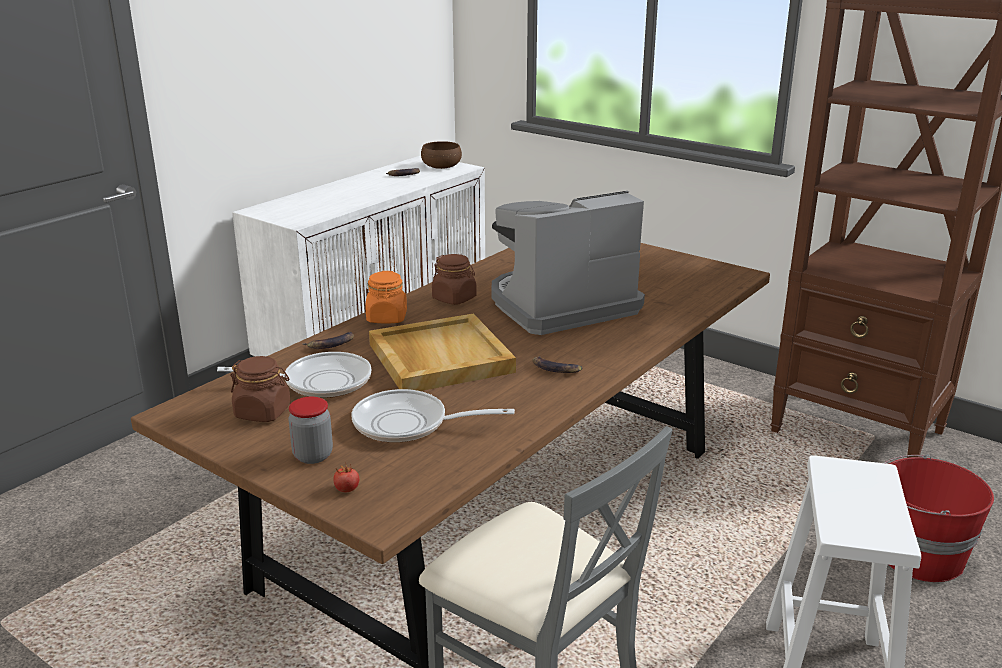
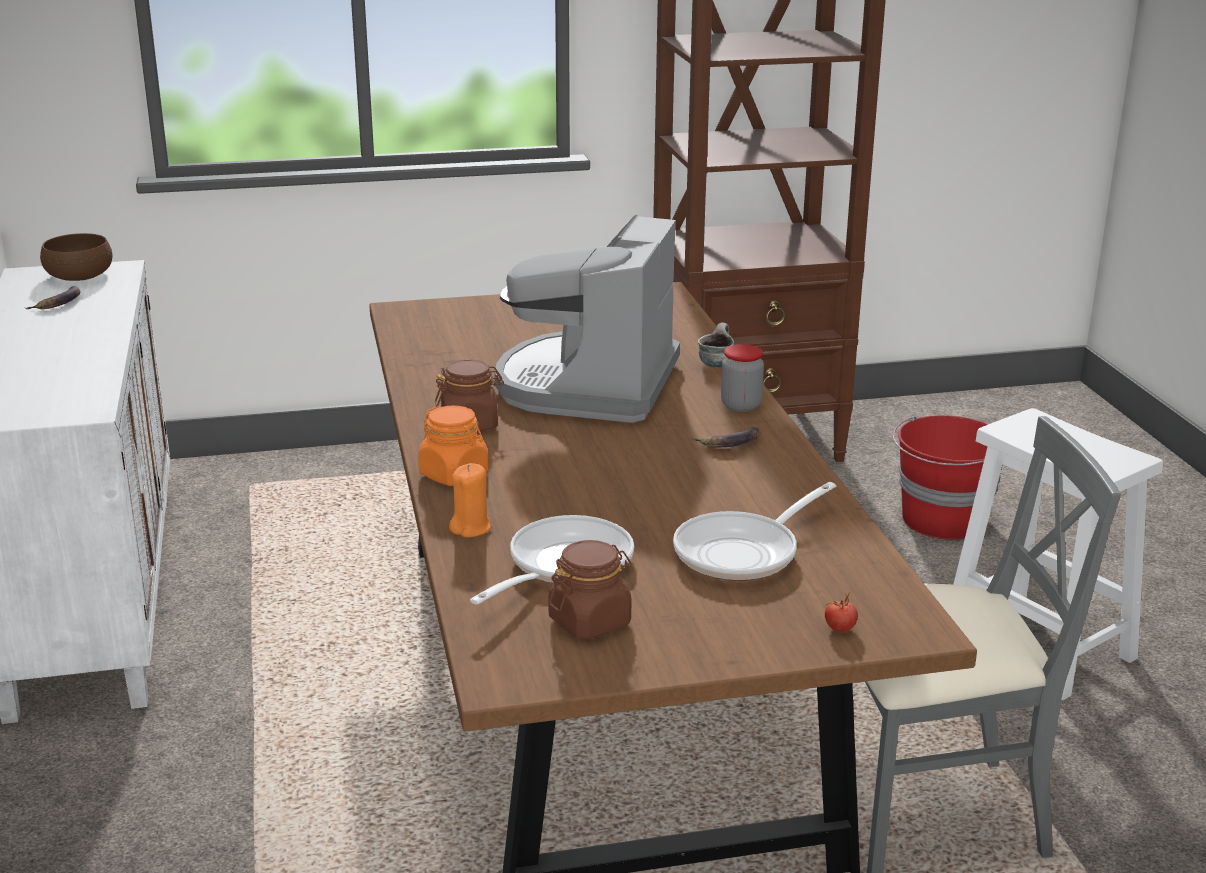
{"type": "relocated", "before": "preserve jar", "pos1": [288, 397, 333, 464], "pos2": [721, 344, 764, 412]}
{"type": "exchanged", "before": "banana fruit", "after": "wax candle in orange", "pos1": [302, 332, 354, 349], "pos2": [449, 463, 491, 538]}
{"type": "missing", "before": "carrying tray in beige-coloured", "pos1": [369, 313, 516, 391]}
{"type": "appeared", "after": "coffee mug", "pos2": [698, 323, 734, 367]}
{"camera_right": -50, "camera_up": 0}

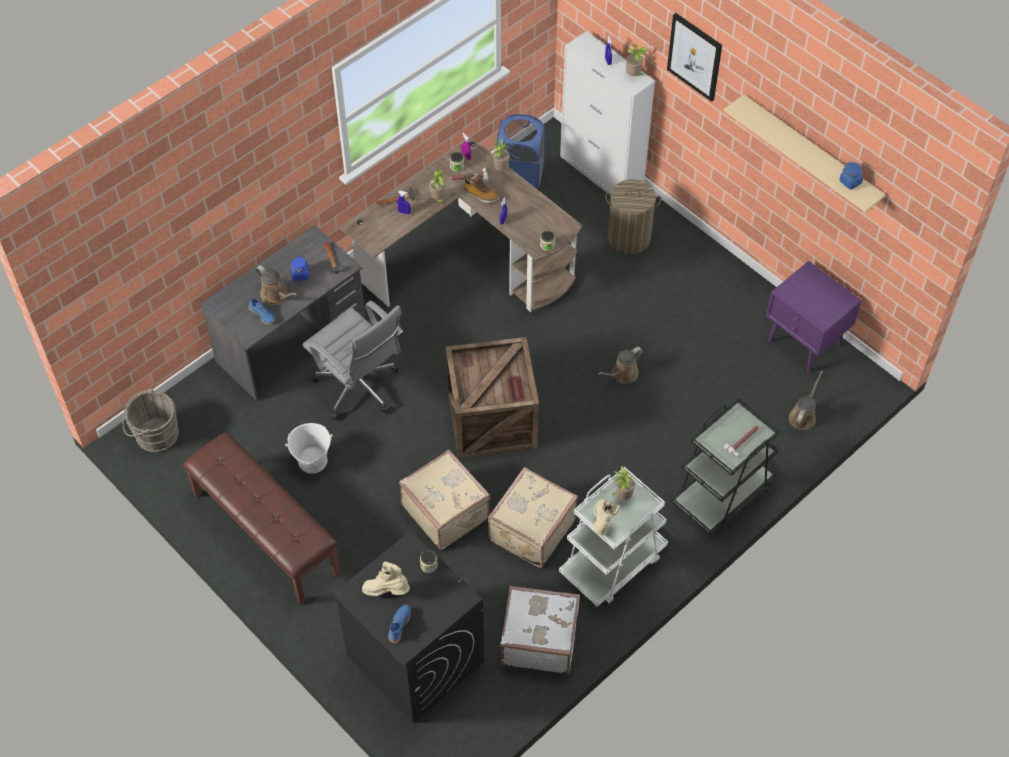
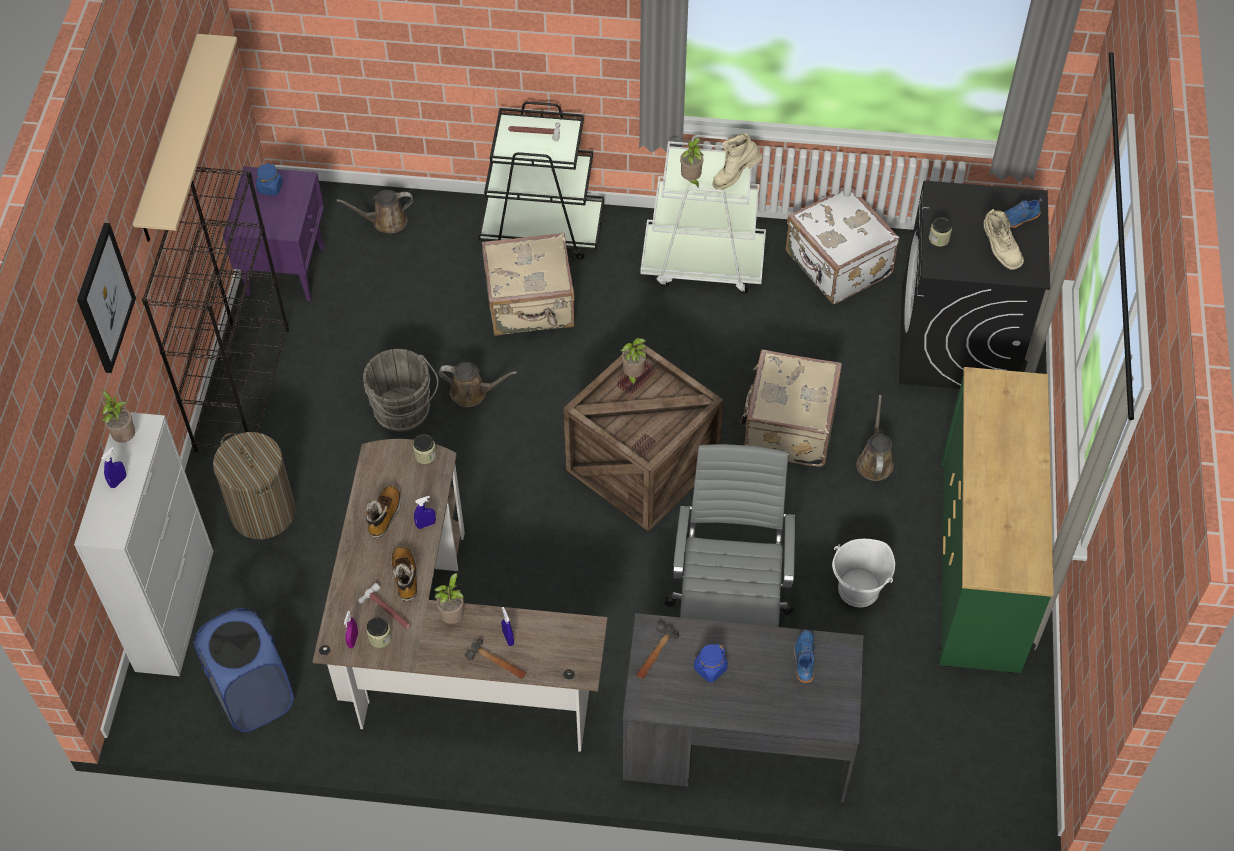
{"type": "relocated", "before": "bucket in grey", "pos1": [123, 389, 179, 453], "pos2": [363, 349, 439, 432]}
{"type": "exchanged", "before": "bench in brownish", "after": "dresser in greenish", "pos1": [183, 433, 341, 605], "pos2": [939, 367, 1054, 673]}
{"type": "relocated", "before": "watering can in brownish", "pos1": [256, 265, 297, 305], "pos2": [856, 395, 894, 481]}
{"type": "relocated", "before": "travel case in beige-coloured", "pos1": [488, 467, 578, 568], "pos2": [482, 232, 575, 336]}
{"type": "relocated", "before": "potted plant", "pos1": [493, 138, 510, 171], "pos2": [621, 338, 647, 387]}
{"type": "relocated", "before": "preserve jar in blue", "pos1": [839, 162, 863, 189], "pos2": [256, 163, 283, 196]}
{"type": "appeared", "after": "shelving unit in black", "pos2": [142, 167, 289, 452]}
{"type": "appeared", "after": "high-top boot", "pos2": [366, 486, 401, 539]}
{"camera_right": -130, "camera_up": 0}

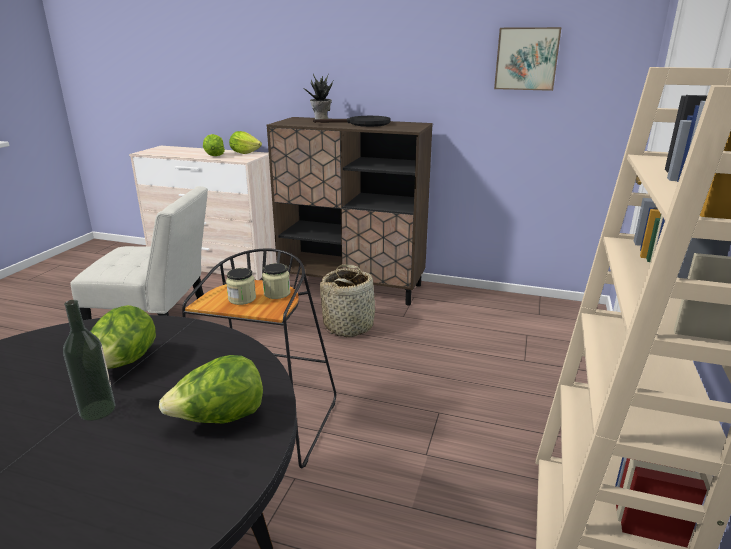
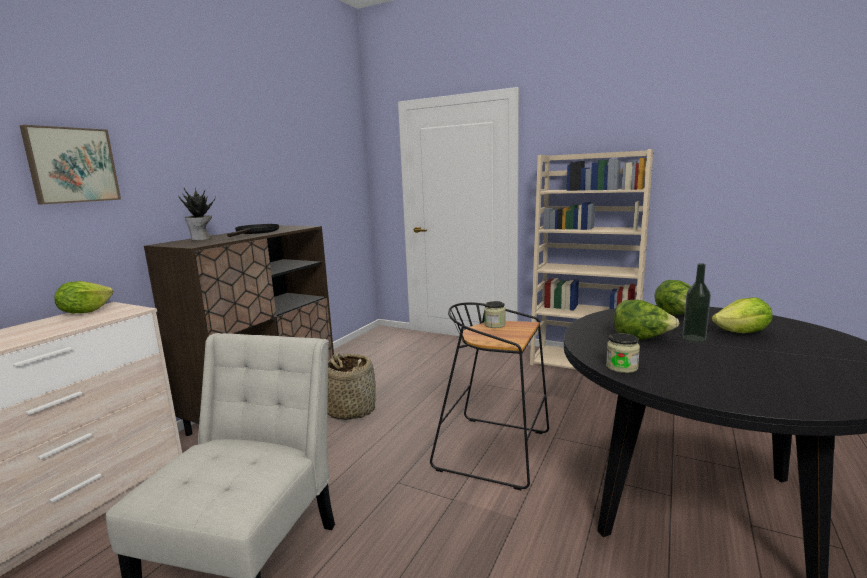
{"type": "relocated", "before": "head of lettuce", "pos1": [203, 134, 225, 156], "pos2": [712, 297, 772, 333]}
{"type": "relocated", "before": "preserve jar", "pos1": [226, 268, 256, 305], "pos2": [606, 333, 640, 373]}
{"type": "relocated", "before": "picture", "pos1": [494, 27, 562, 91], "pos2": [19, 125, 121, 204]}
{"camera_right": -80, "camera_up": -10}

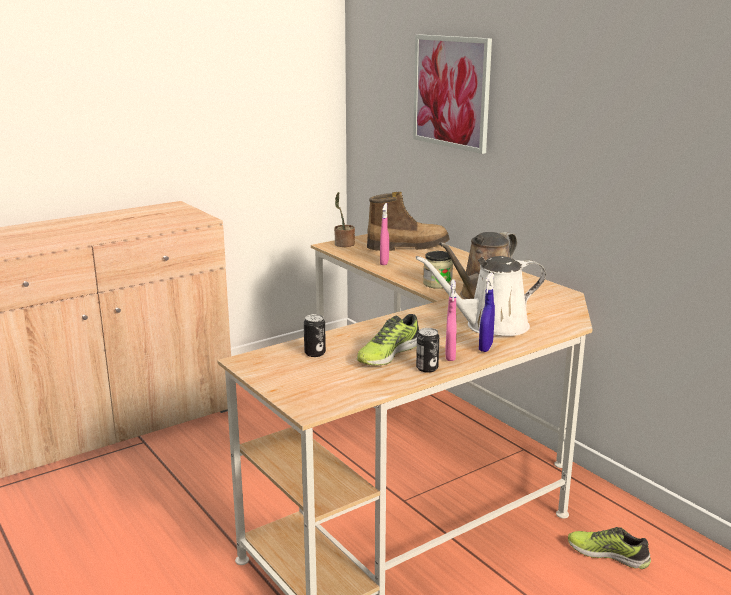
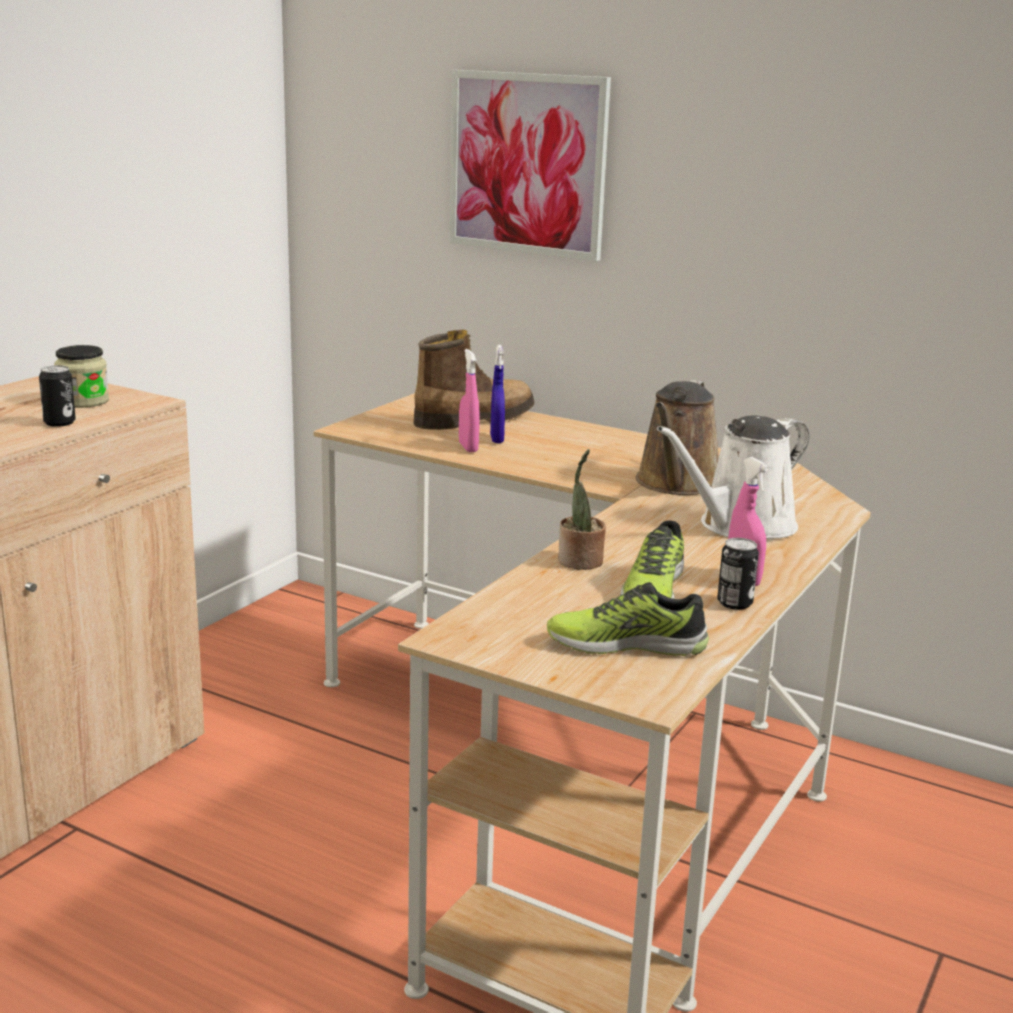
{"type": "relocated", "before": "metal can", "pos1": [304, 314, 326, 357], "pos2": [39, 365, 76, 427]}
{"type": "relocated", "before": "potted plant", "pos1": [334, 192, 355, 247], "pos2": [558, 449, 606, 570]}
{"type": "relocated", "before": "preserve jar", "pos1": [423, 251, 453, 289], "pos2": [54, 345, 109, 408]}
{"type": "relocated", "before": "hand sprayer in blue", "pos1": [479, 273, 495, 352], "pos2": [490, 345, 505, 443]}
{"type": "relocated", "before": "item of footwear", "pos1": [568, 527, 651, 569], "pos2": [547, 582, 709, 656]}
{"camera_right": -25, "camera_up": 0}

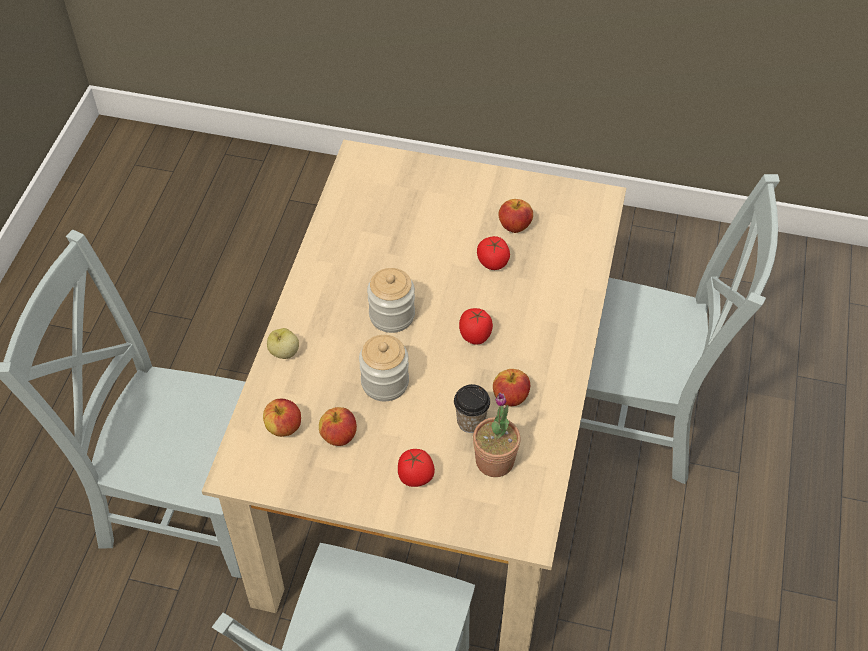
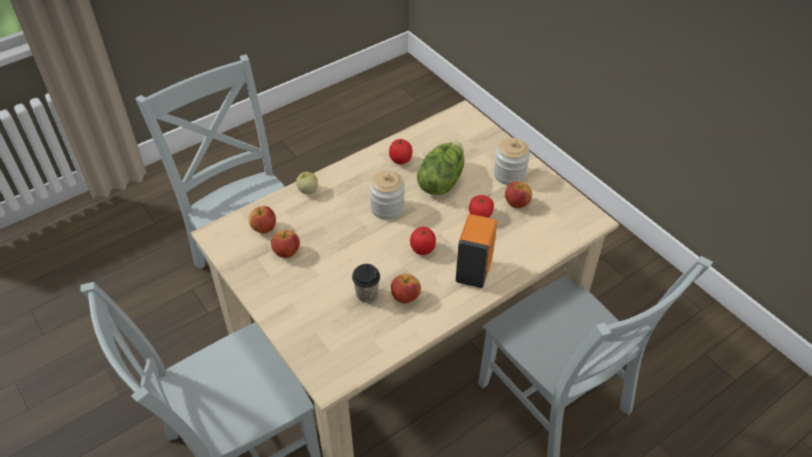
{"type": "relocated", "before": "preserve jar", "pos1": [359, 335, 409, 401], "pos2": [494, 138, 530, 185]}
{"type": "relocated", "before": "whole tomato", "pos1": [398, 449, 435, 487], "pos2": [389, 139, 412, 164]}
{"type": "missing", "before": "potted plant", "pos1": [473, 393, 521, 477]}
{"type": "appeared", "after": "head of lettuce", "pos2": [417, 141, 464, 195]}
{"type": "appeared", "after": "soap dispenser in orange", "pos2": [456, 214, 497, 288]}
{"camera_right": 40, "camera_up": -5}

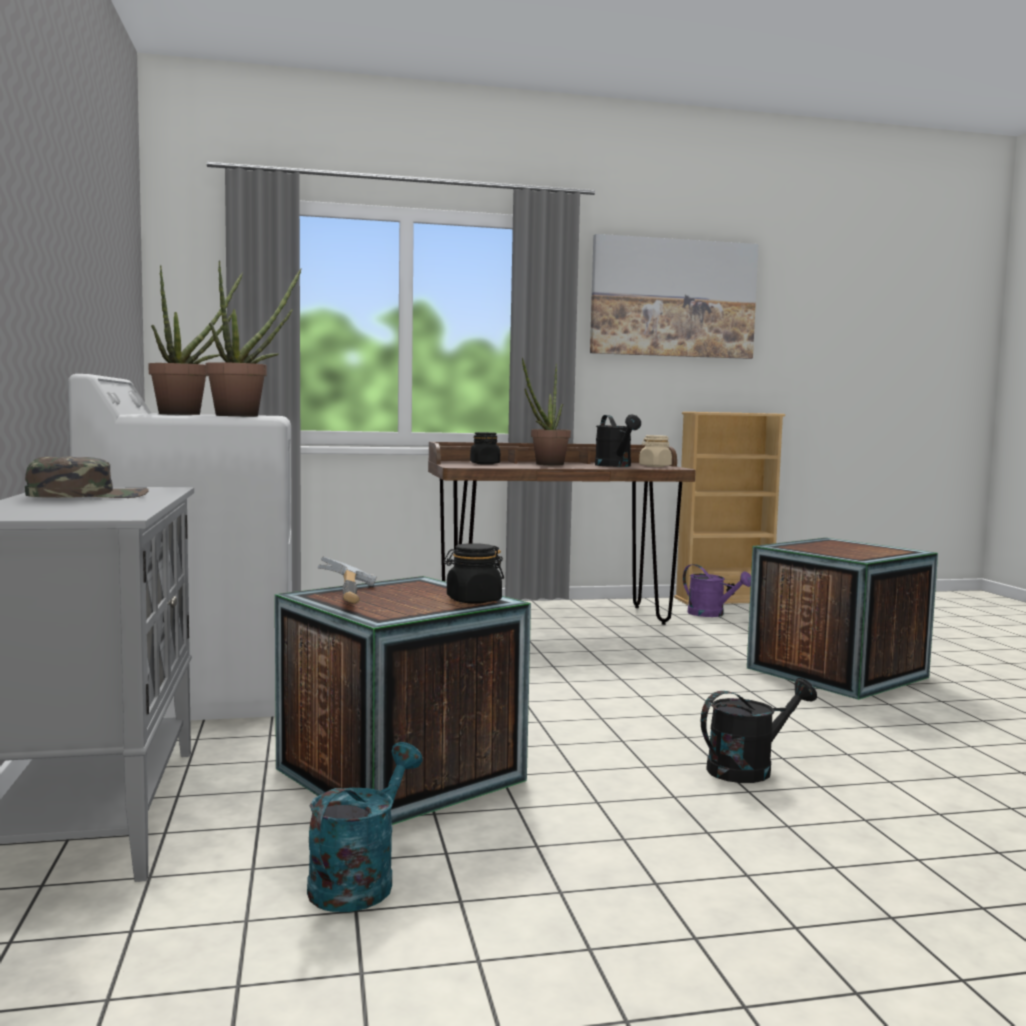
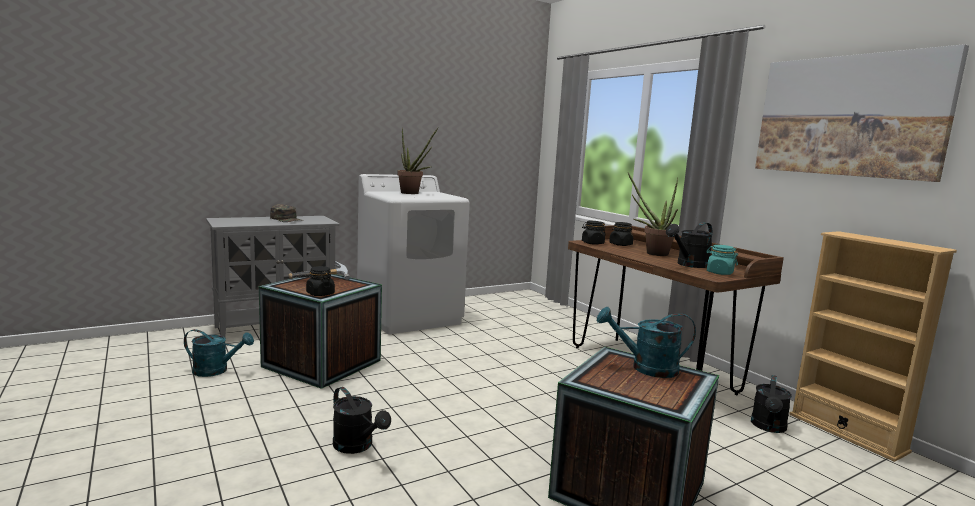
{"type": "missing", "before": "potted plant", "pos1": [206, 260, 301, 417]}
{"type": "colour", "before": "preserve jar in beige-coloured", "after": "preserve jar in blue-green", "pos1": [639, 435, 672, 467], "pos2": [706, 245, 738, 275]}
{"type": "colour", "before": "watering can in purple-coloured", "after": "watering can in black", "pos1": [683, 564, 751, 617], "pos2": [751, 375, 792, 433]}
{"type": "appeared", "after": "preserve jar in black", "pos2": [582, 221, 606, 245]}
{"type": "appeared", "after": "watering can in blue-green", "pos2": [597, 307, 696, 378]}
{"camera_right": 70, "camera_up": 5}

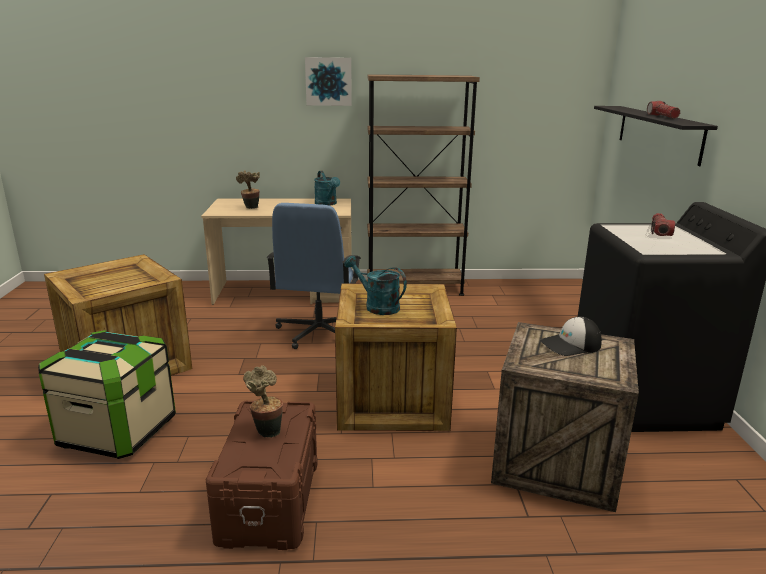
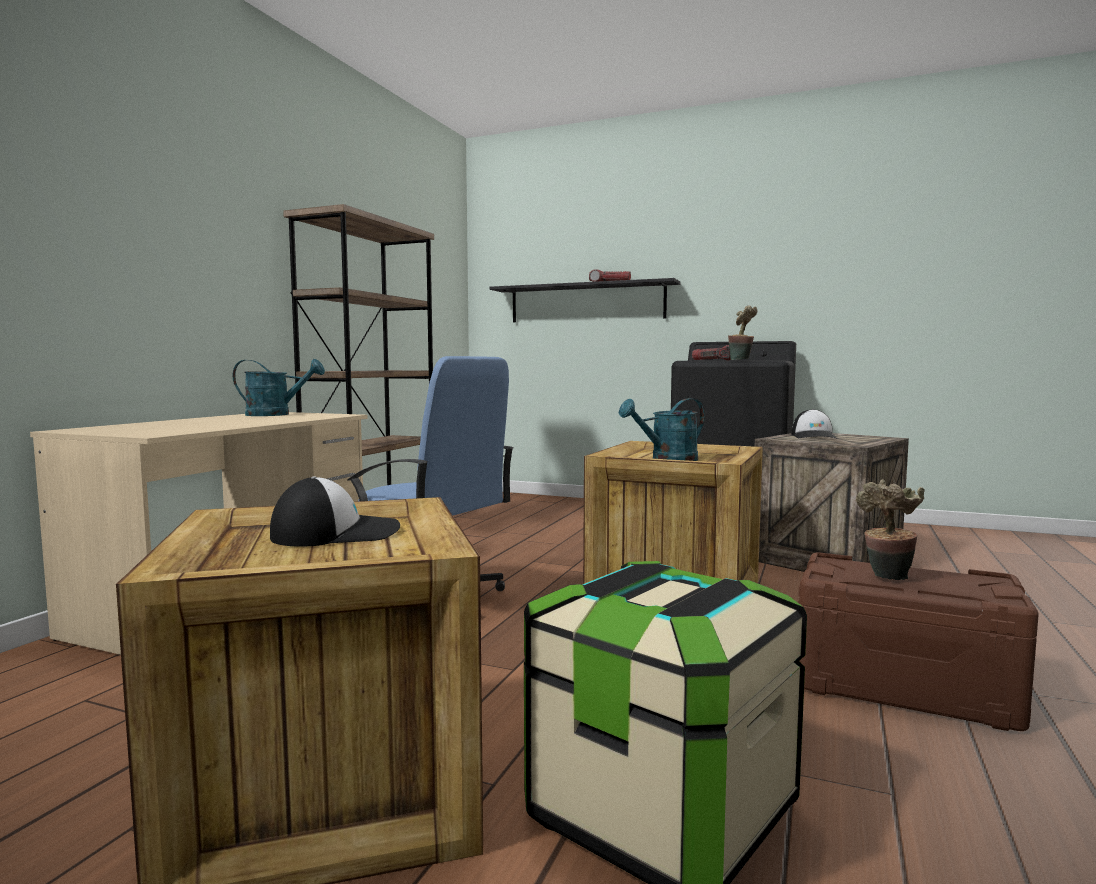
{"type": "relocated", "before": "potted plant", "pos1": [236, 170, 260, 209], "pos2": [728, 305, 757, 360]}
{"type": "missing", "before": "picture", "pos1": [305, 57, 352, 106]}
{"type": "appeared", "after": "peaked cap", "pos2": [270, 476, 400, 546]}
{"camera_right": -65, "camera_up": -15}

